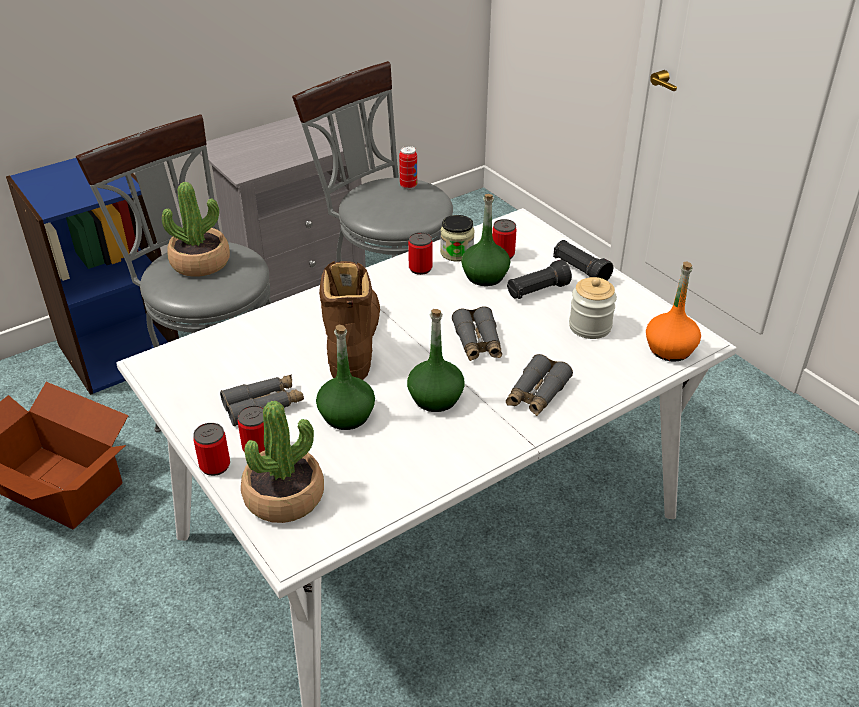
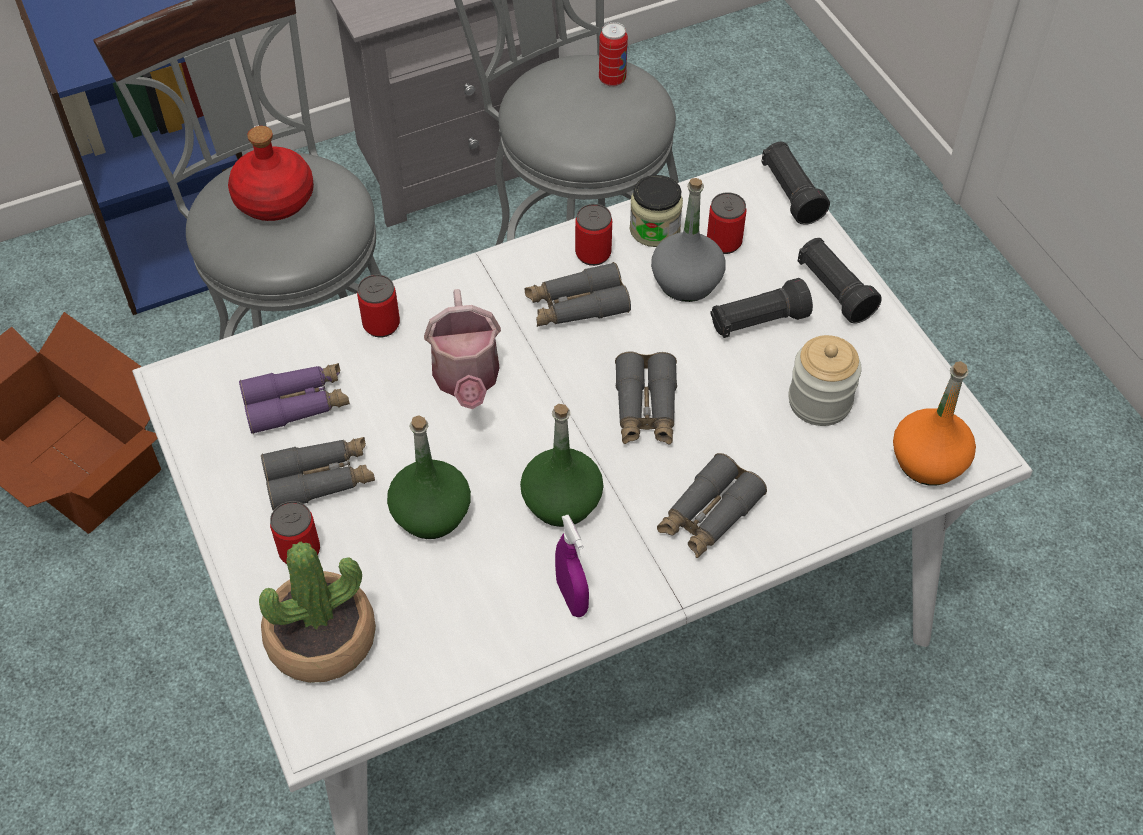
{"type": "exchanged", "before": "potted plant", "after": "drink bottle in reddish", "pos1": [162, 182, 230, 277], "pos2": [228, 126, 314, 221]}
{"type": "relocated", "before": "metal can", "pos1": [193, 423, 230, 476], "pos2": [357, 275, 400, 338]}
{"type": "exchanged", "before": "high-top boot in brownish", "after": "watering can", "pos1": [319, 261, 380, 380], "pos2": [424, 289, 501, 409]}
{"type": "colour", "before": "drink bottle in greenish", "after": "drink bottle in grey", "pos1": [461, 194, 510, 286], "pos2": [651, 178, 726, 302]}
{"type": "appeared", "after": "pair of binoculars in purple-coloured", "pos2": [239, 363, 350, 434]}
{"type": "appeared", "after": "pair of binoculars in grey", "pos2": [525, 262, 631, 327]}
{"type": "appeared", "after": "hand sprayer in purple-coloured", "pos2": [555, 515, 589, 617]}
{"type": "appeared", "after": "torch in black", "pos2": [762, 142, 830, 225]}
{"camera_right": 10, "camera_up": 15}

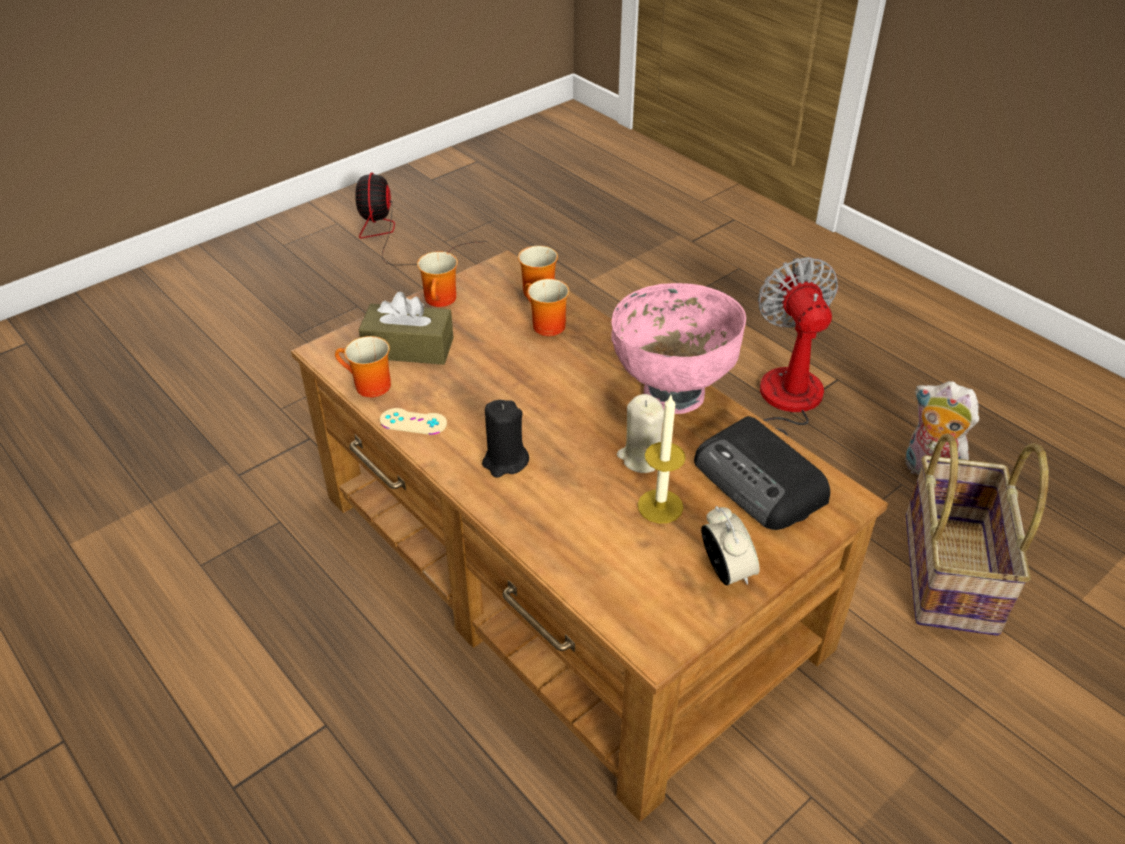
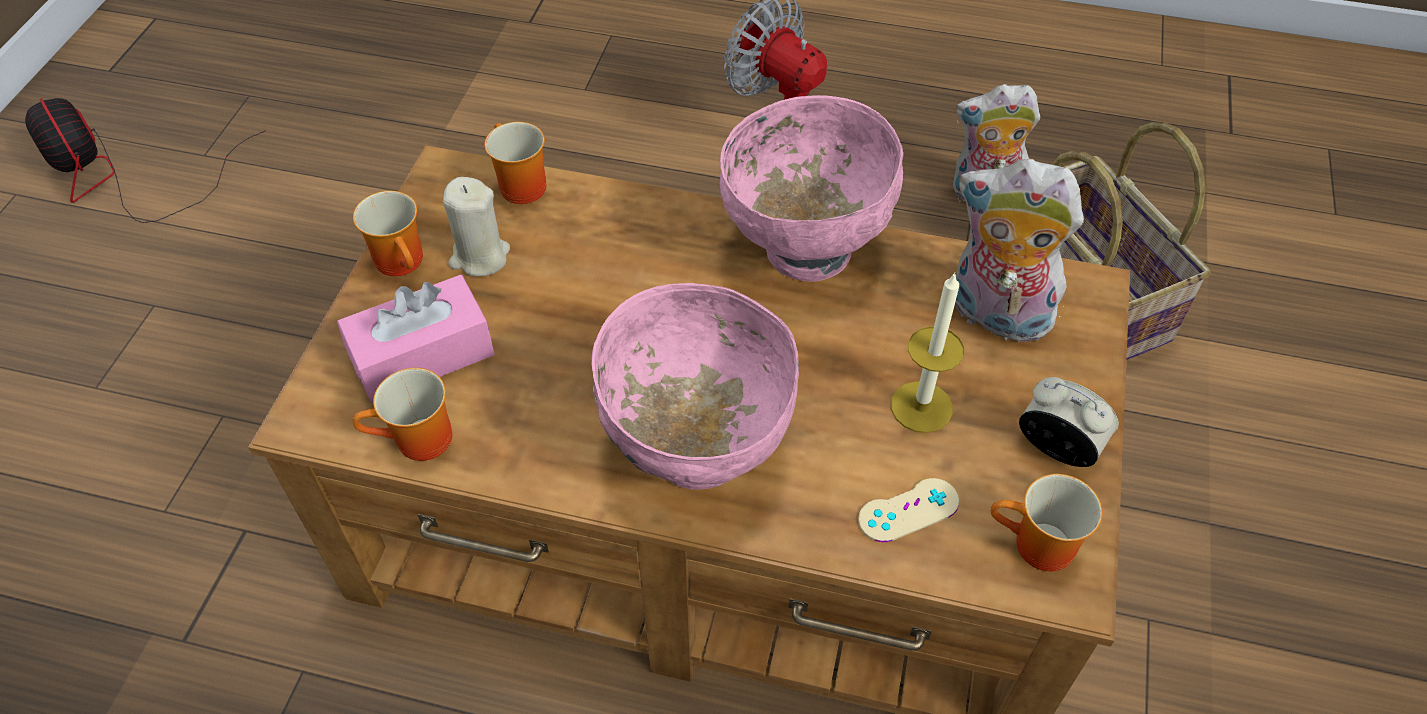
{"type": "colour", "before": "tissue box in brownish", "after": "tissue box in pink", "pos1": [359, 292, 454, 365], "pos2": [337, 275, 494, 403]}
{"type": "relocated", "before": "game controller in beige-coloured", "pos1": [380, 408, 447, 435], "pos2": [858, 478, 959, 542]}
{"type": "exchanged", "before": "wax candle in black", "after": "deep dish in pink", "pos1": [482, 400, 529, 478], "pos2": [591, 283, 799, 490]}
{"type": "relocated", "before": "coffee mug", "pos1": [524, 279, 569, 336], "pos2": [991, 474, 1103, 571]}
{"type": "relocated", "before": "wax candle in beige-coloured", "pos1": [617, 394, 664, 473], "pos2": [443, 177, 510, 276]}
{"type": "exchanged", "before": "radio", "after": "soft toy", "pos1": [694, 416, 830, 530], "pos2": [954, 159, 1084, 346]}
{"camera_right": -35, "camera_up": 10}

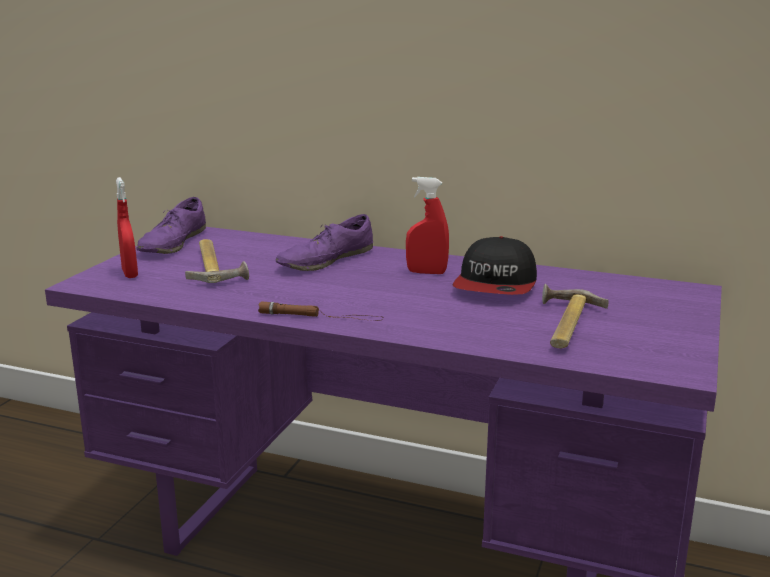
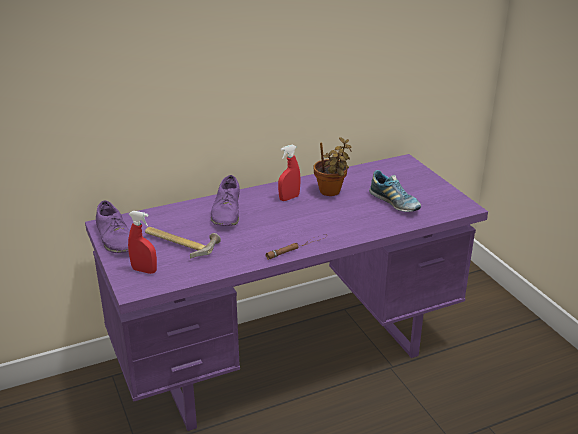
{"type": "exchanged", "before": "peaked cap", "after": "potted plant", "pos1": [453, 236, 537, 295], "pos2": [314, 137, 351, 196]}
{"type": "exchanged", "before": "hand hammer", "after": "item of footwear", "pos1": [542, 284, 608, 348], "pos2": [369, 170, 421, 212]}
{"camera_right": -45, "camera_up": 10}

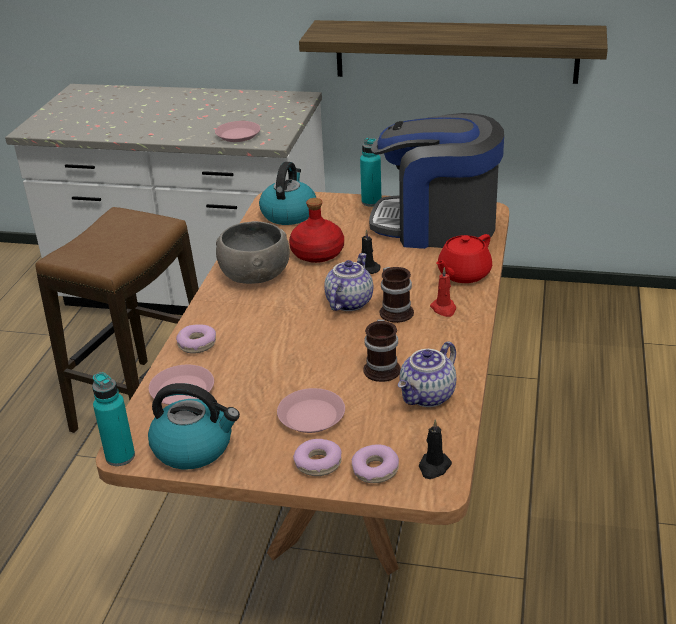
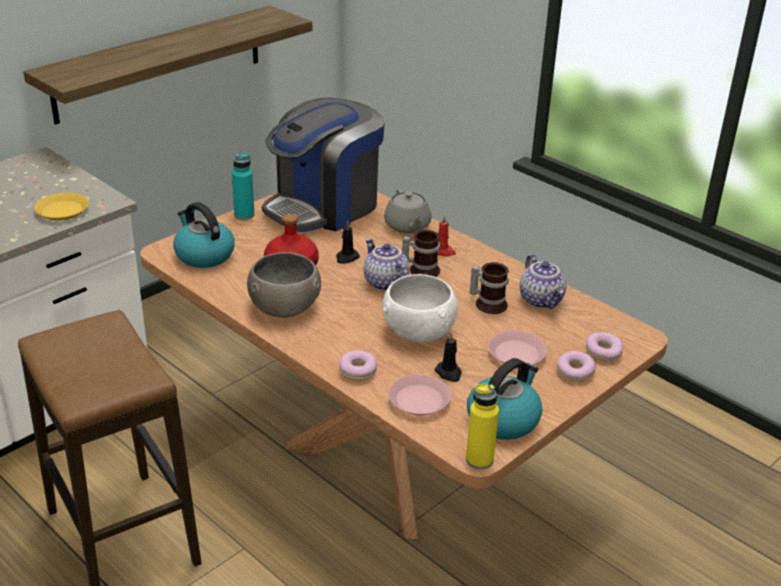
{"type": "colour", "before": "drink bottle in blue-green", "after": "drink bottle in yellowish", "pos1": [92, 372, 135, 466], "pos2": [466, 384, 499, 469]}
{"type": "colour", "before": "flat dish in pink", "after": "flat dish in yellowish", "pos1": [215, 121, 261, 142], "pos2": [34, 193, 89, 221]}
{"type": "relocated", "before": "wax candle in black", "pos1": [419, 420, 452, 479], "pos2": [435, 332, 462, 382]}
{"type": "colour", "before": "pot for tea in reddish", "after": "pot for tea in grey", "pos1": [436, 234, 492, 283], "pos2": [384, 189, 432, 234]}
{"type": "appeared", "after": "deep dish in white-coloured", "pos2": [382, 274, 458, 342]}
{"camera_right": -60, "camera_up": 0}

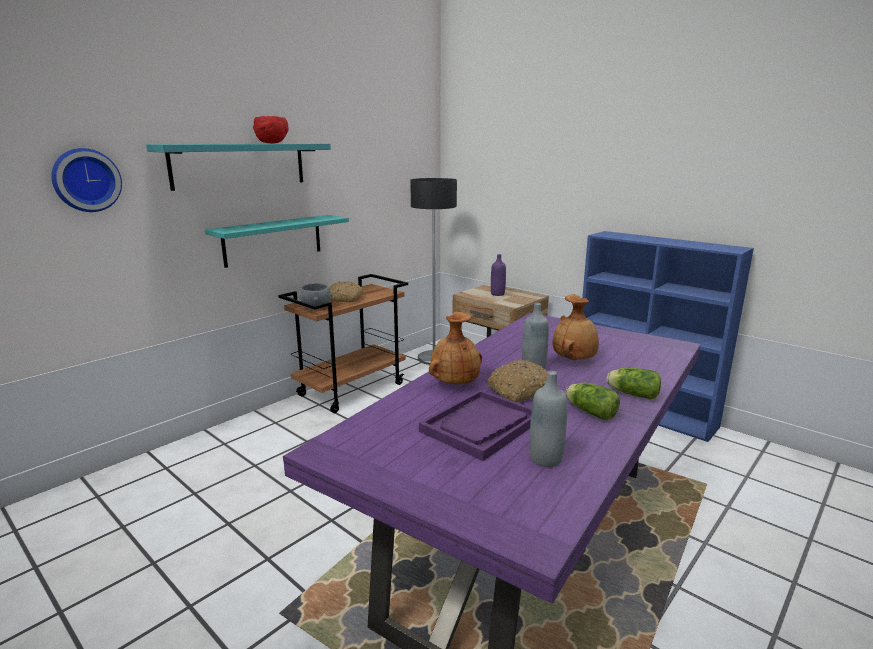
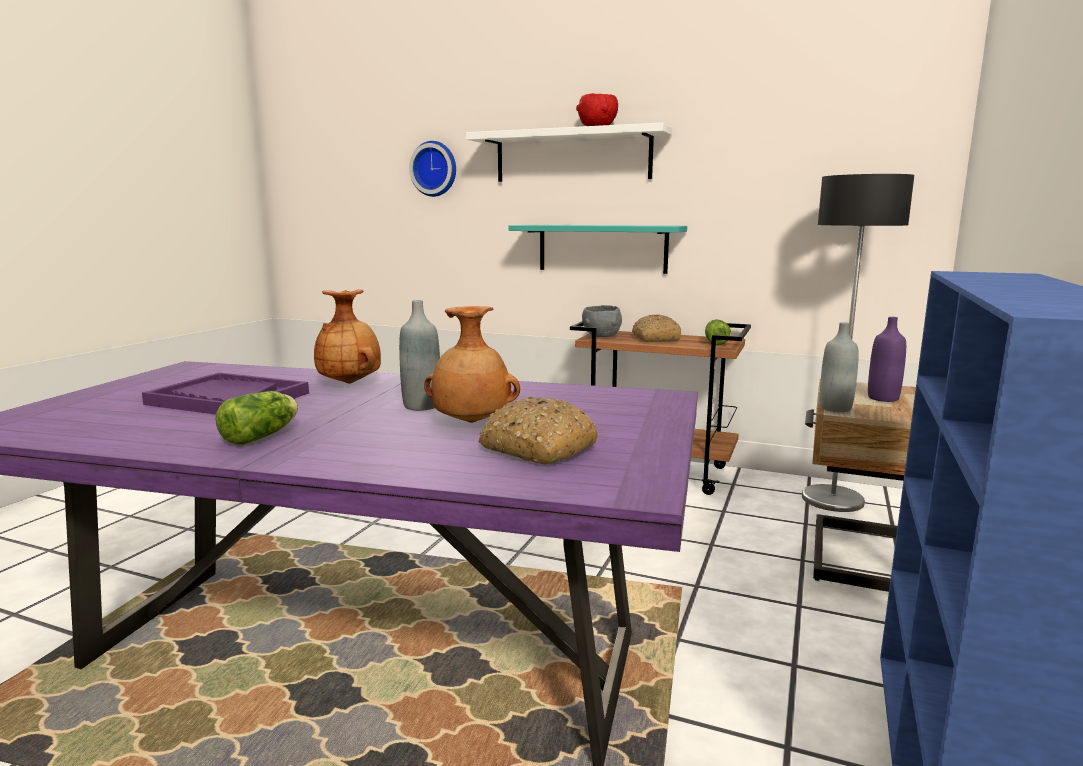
{"type": "colour", "before": "bracket shelf in blue-green", "after": "bracket shelf in white-coloured", "pos1": [146, 143, 331, 191], "pos2": [466, 122, 672, 182]}
{"type": "relocated", "before": "baked bread", "pos1": [487, 360, 547, 403], "pos2": [479, 397, 599, 464]}
{"type": "relocated", "before": "drink bottle in grey", "pos1": [530, 371, 567, 467], "pos2": [819, 322, 859, 412]}
{"type": "relocated", "before": "head of lettuce", "pos1": [606, 368, 661, 399], "pos2": [705, 319, 731, 345]}
{"camera_right": 70, "camera_up": -5}

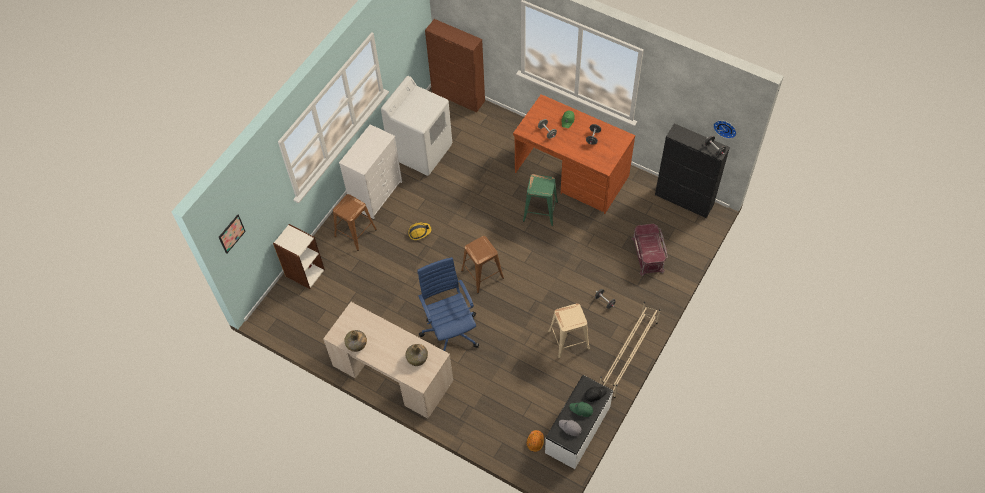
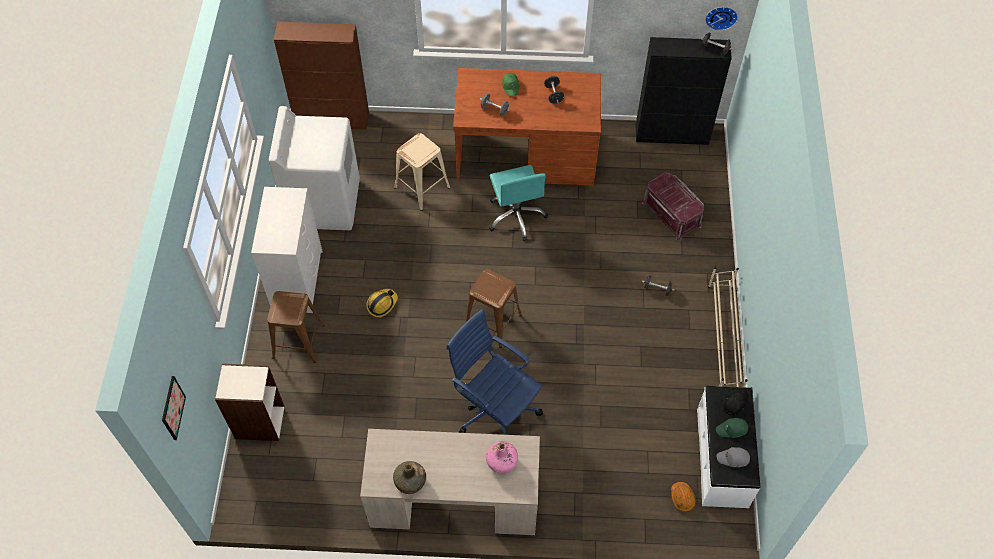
{"type": "colour", "before": "drink bottle in greenish", "after": "drink bottle in pink", "pos1": [405, 344, 428, 366], "pos2": [486, 441, 518, 474]}
{"type": "exchanged", "before": "stool in greenish", "after": "office chair in blue-green", "pos1": [523, 174, 558, 226], "pos2": [489, 165, 548, 241]}
{"type": "relocated", "before": "stool in beige-coloured", "pos1": [548, 303, 590, 359], "pos2": [394, 133, 450, 211]}
{"camera_right": -30, "camera_up": 0}

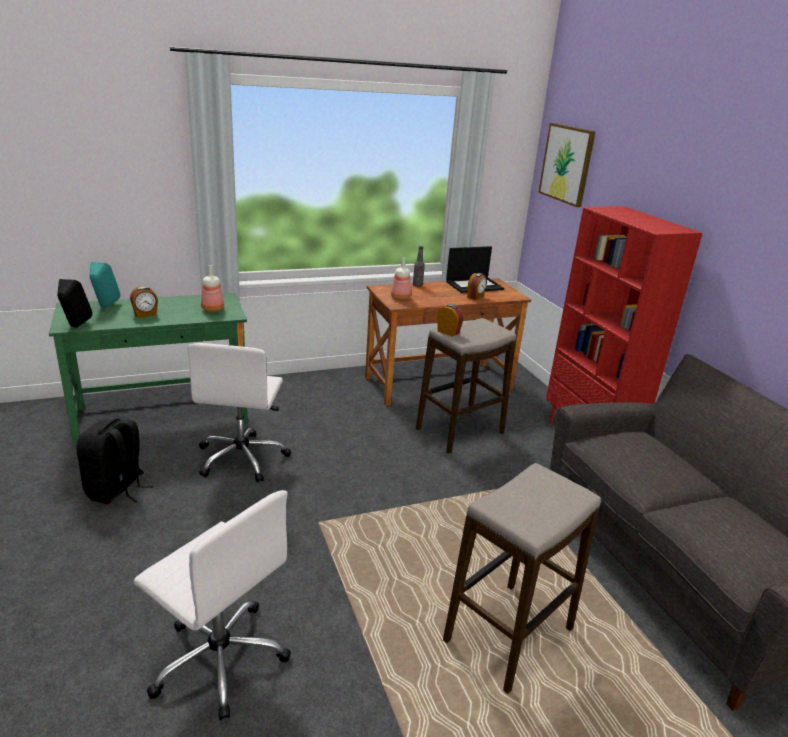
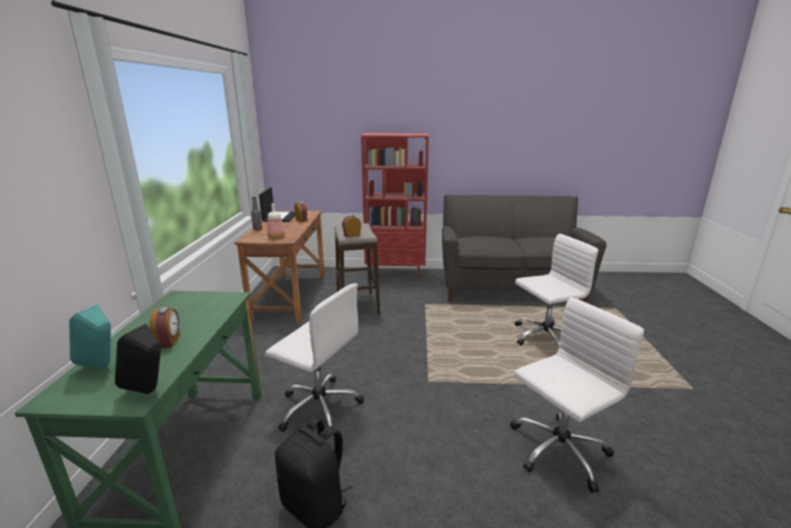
{"type": "missing", "before": "drink bottle", "pos1": [201, 265, 224, 312]}
{"type": "exchanged", "before": "stool", "after": "office chair in white-coloured", "pos1": [443, 463, 601, 694], "pos2": [515, 234, 598, 348]}
{"type": "missing", "before": "picture", "pos1": [538, 123, 596, 207]}
{"camera_right": -65, "camera_up": -5}

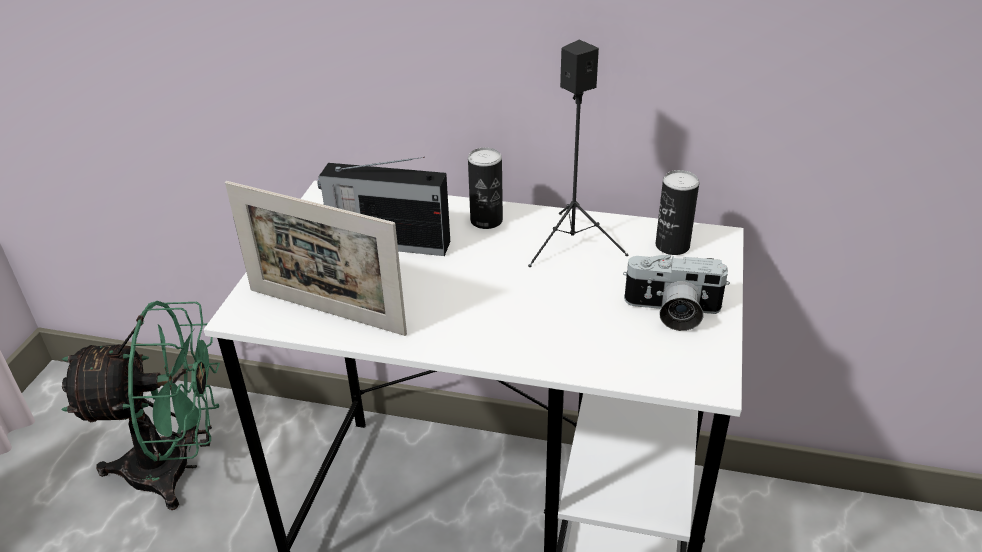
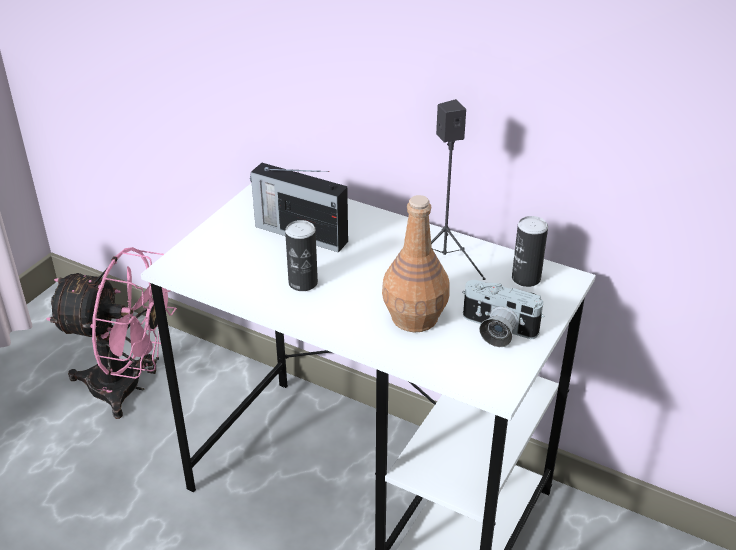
{"type": "colour", "before": "fan in greenish", "after": "fan in pink", "pos1": [61, 301, 220, 510], "pos2": [46, 247, 177, 419]}
{"type": "missing", "before": "standing frame", "pos1": [225, 181, 407, 336]}
{"type": "relocated", "before": "metal can", "pos1": [468, 147, 503, 229], "pos2": [285, 220, 318, 291]}
{"type": "appeared", "after": "drink bottle in brownish", "pos2": [382, 195, 450, 332]}
{"camera_right": 15, "camera_up": 0}

